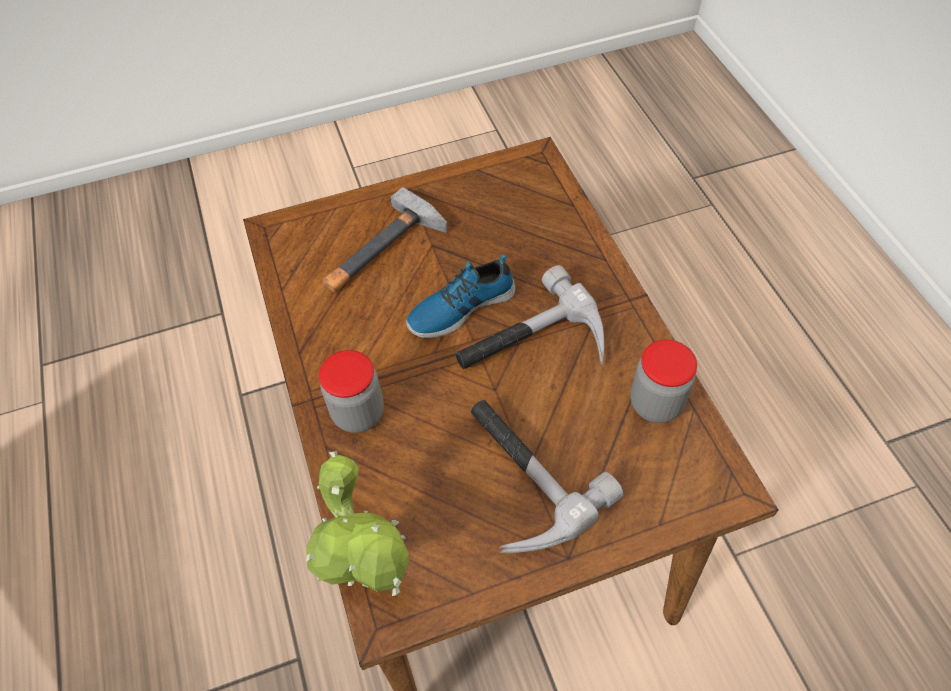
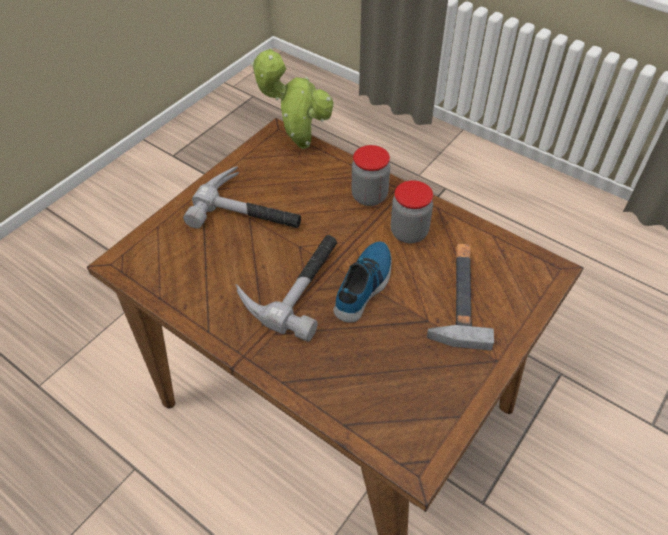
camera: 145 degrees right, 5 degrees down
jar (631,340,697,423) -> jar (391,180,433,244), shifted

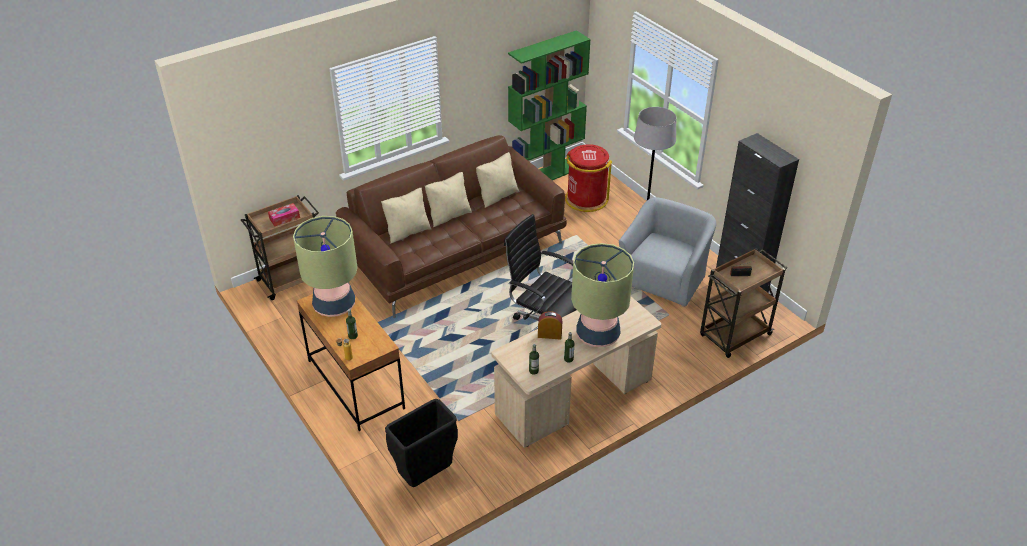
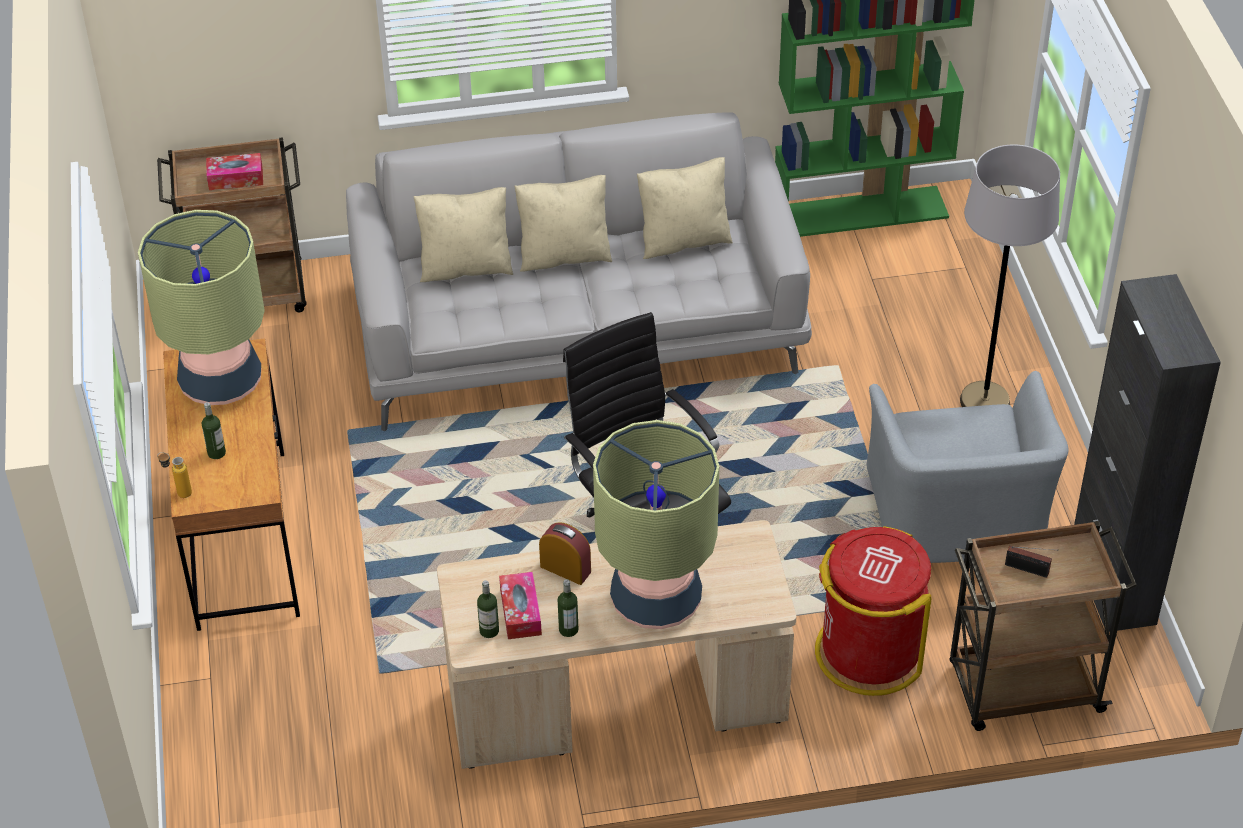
camera: 25 degrees right, 5 degrees up
brownish sofa (336,135,567,318) -> gray sofa (346,112,812,431)
none -> box of tissues (499,572,542,639)
red-coloured rubbish bin (565,144,612,212) -> red-coloured rubbish bin (815,526,931,696), shifted
gray armchair (619,197,716,307) -> gray armchair (866,371,1069,563), 120 degrees clockwise
blackish rubbish bin (385,399,458,487) -> none

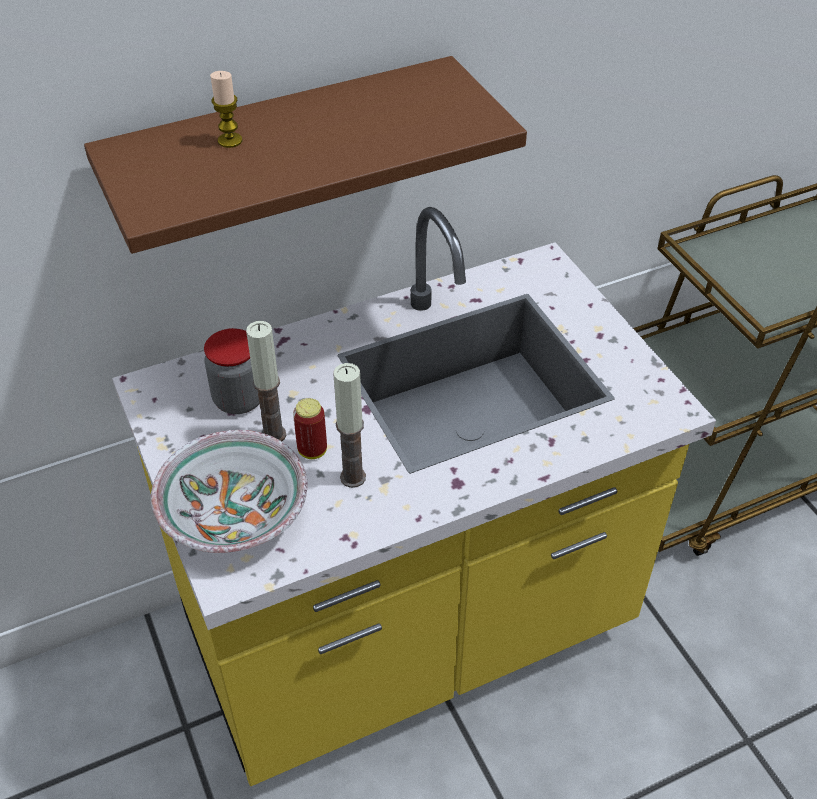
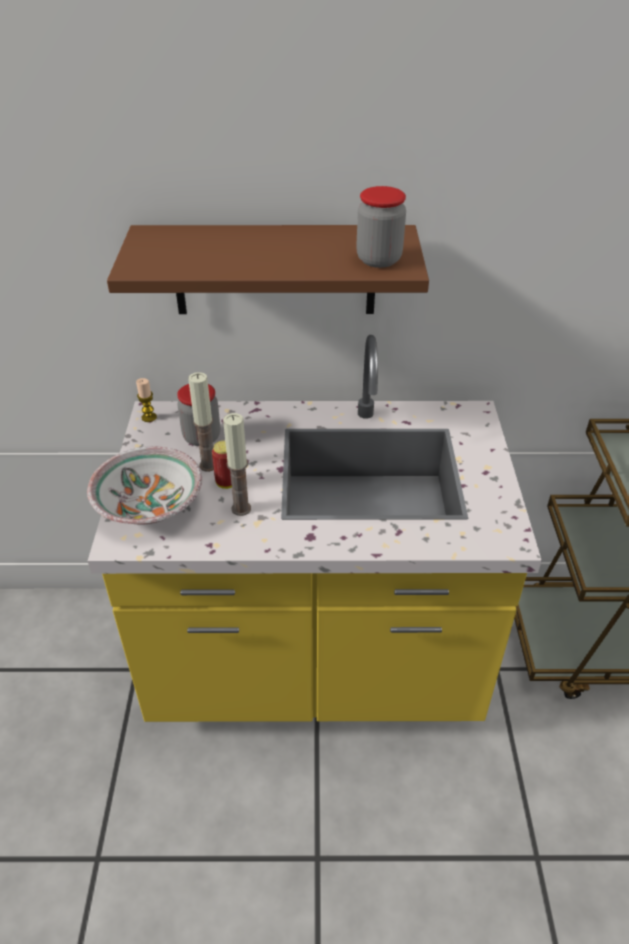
camera: 25 degrees right, 5 degrees down
candle (210,71,242,148) -> candle (136,378,157,422), shifted
none -> jar (356,186,406,268)

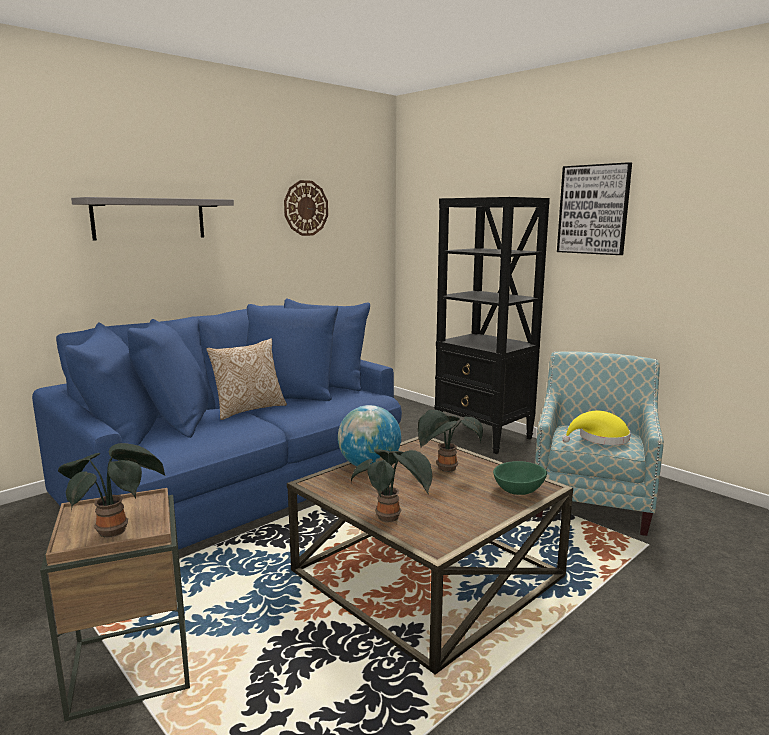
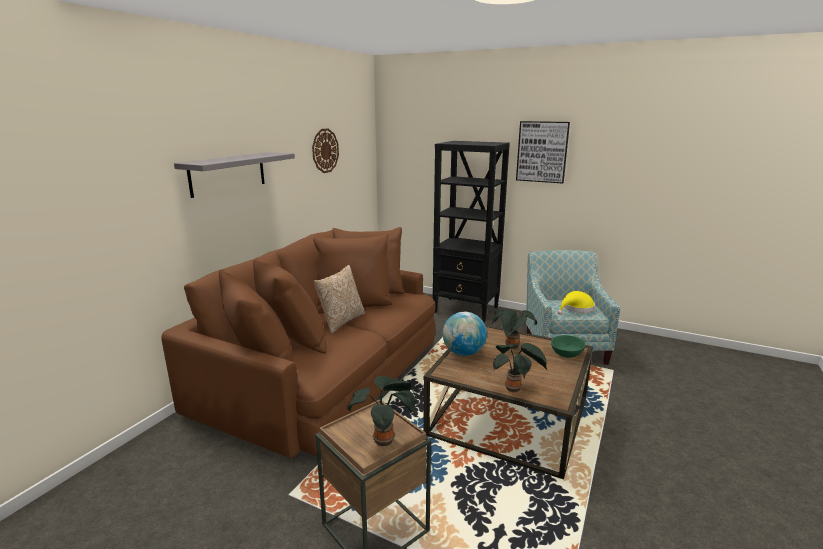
camera: 20 degrees left, 5 degrees up
bluish sofa (32,298,402,550) -> brownish sofa (161,227,435,458)

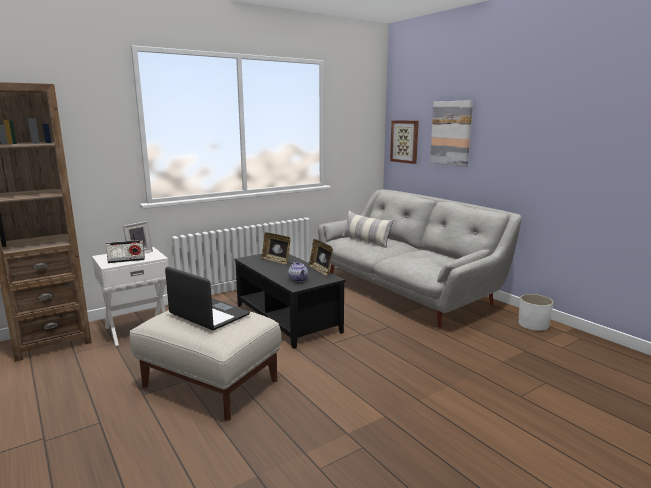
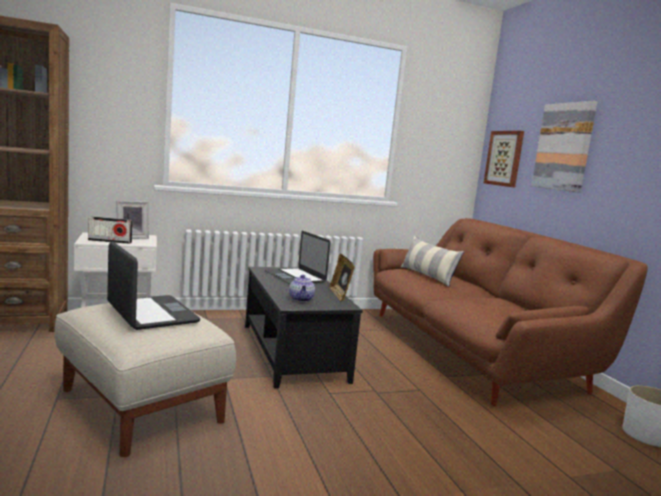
camera: 15 degrees right, 5 degrees down
photo frame (262,232,291,265) -> laptop (265,231,331,284)
gray sofa (318,189,521,327) -> brownish sofa (373,218,648,406)

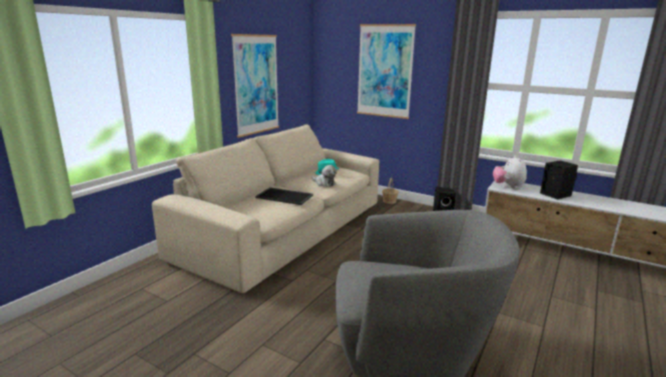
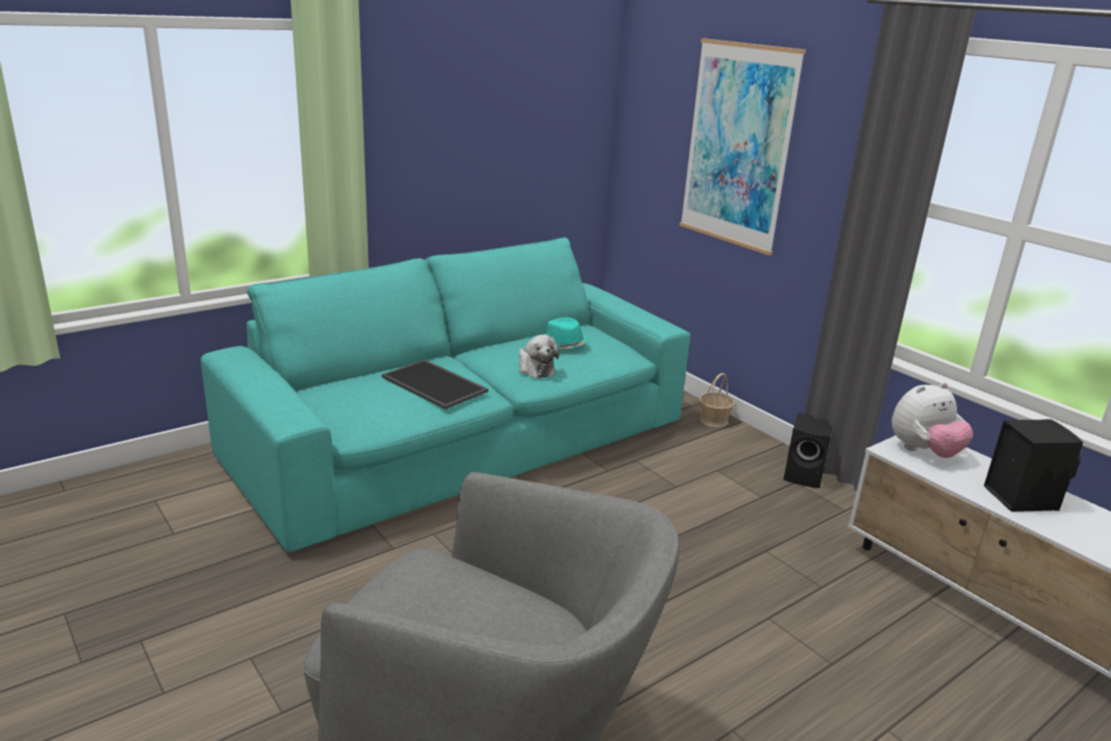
camera: 20 degrees right, 5 degrees up
beige sofa (152,124,379,293) -> turquoise sofa (201,237,690,552)
soft toy (493,155,527,188) -> soft toy (892,382,973,458), 135 degrees counterclockwise
wall picture (231,34,279,138) -> none

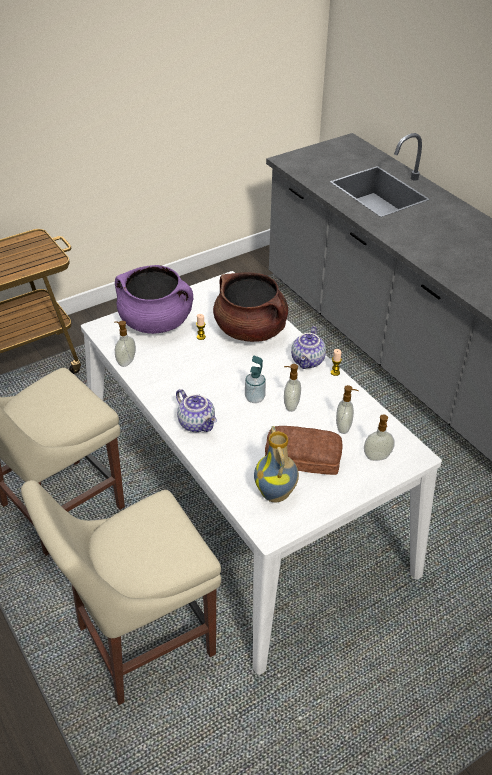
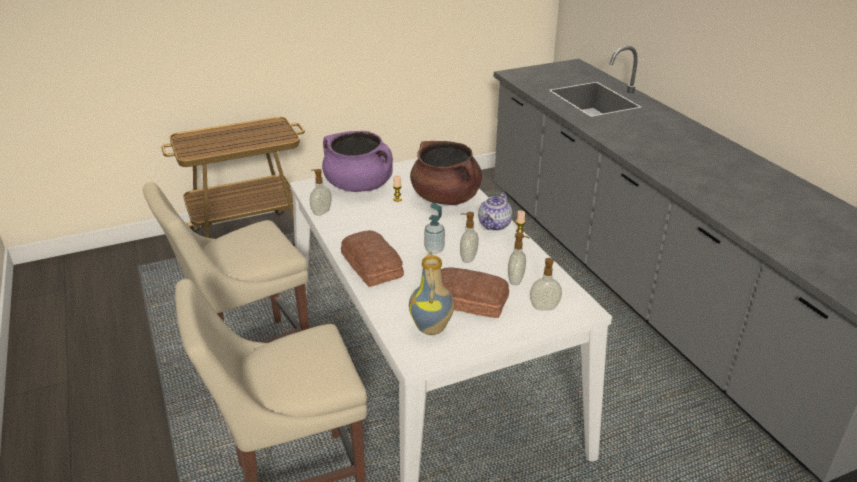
camera: 10 degrees right, 10 degrees down
tea pot (176,389,217,432) -> bakery bread (341,230,404,287)

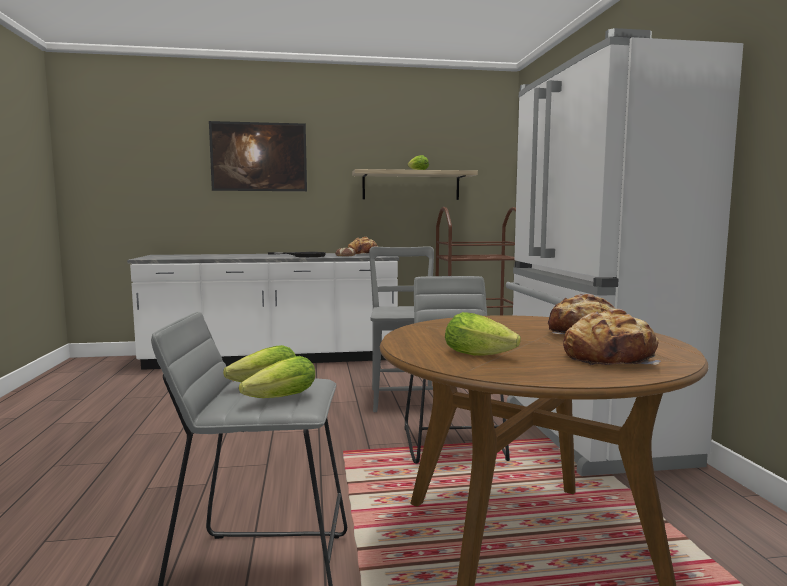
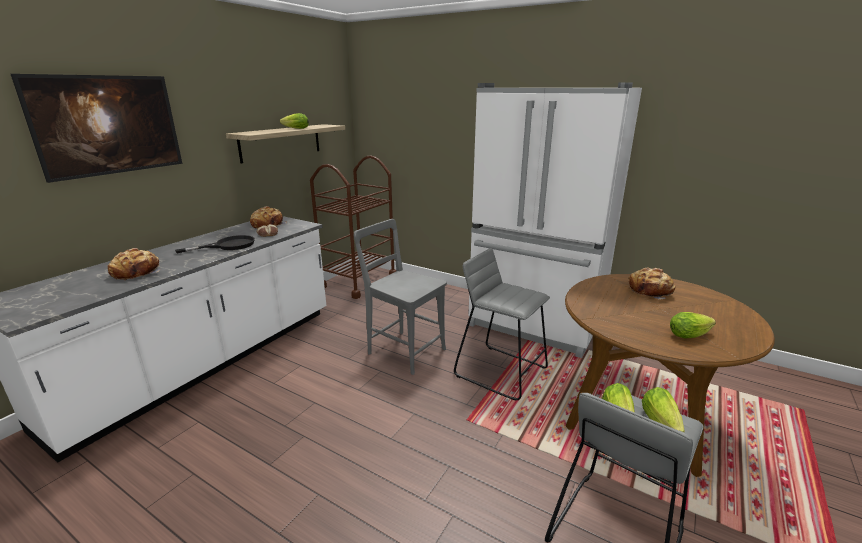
camera: 50 degrees left, 15 degrees up
bakery bread (563,309,661,365) -> bakery bread (108,248,161,280), shifted

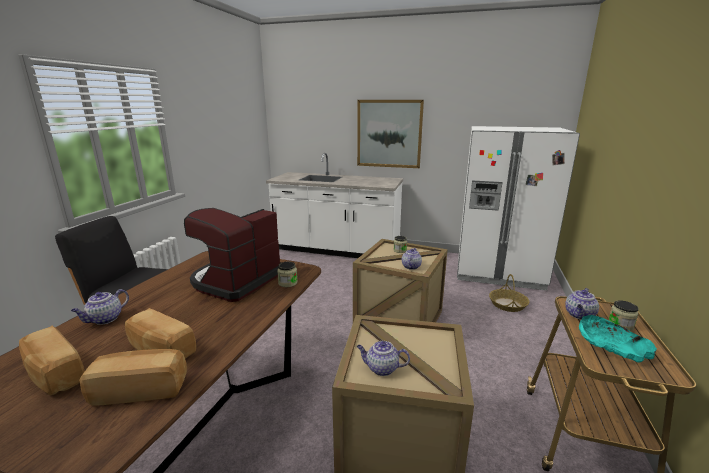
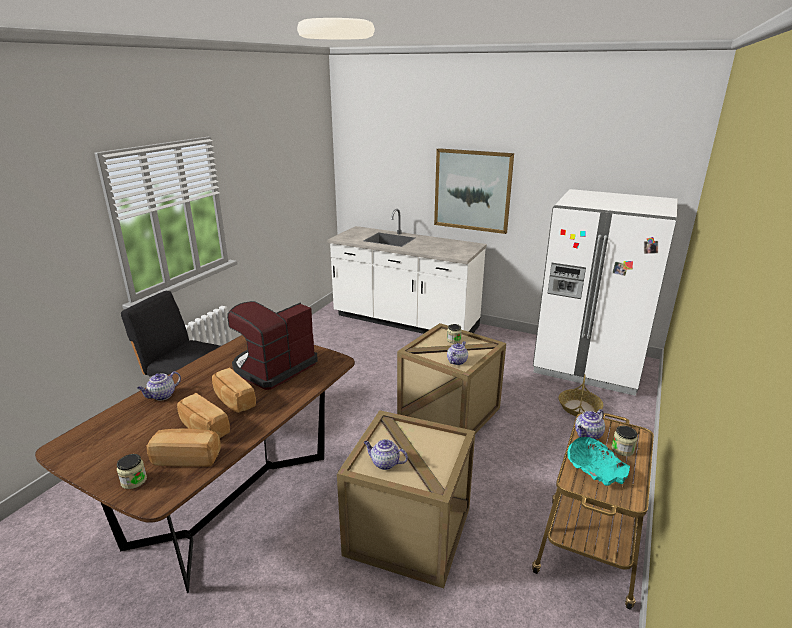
camera: 10 degrees right, 5 degrees up
jar (277,262,298,287) -> jar (117,454,147,489), shifted
bakery bread (19,326,85,395) -> bakery bread (212,367,256,413), shifted

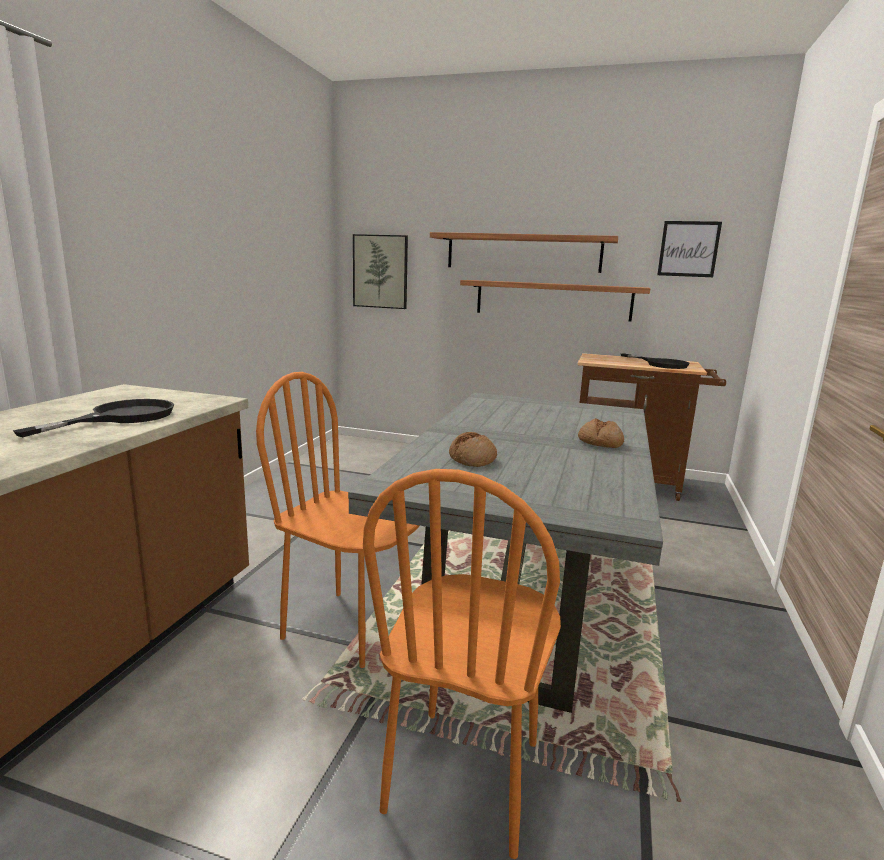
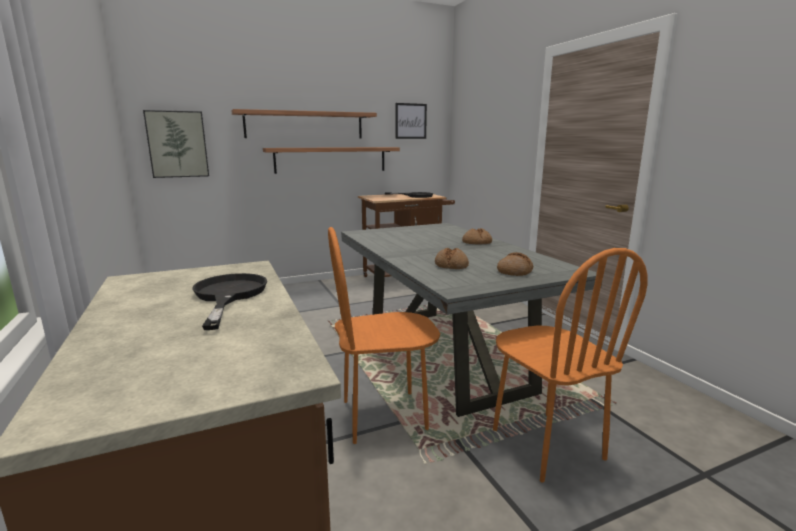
camera: 40 degrees left, 0 degrees up
none -> bakery bread (497,252,533,276)

